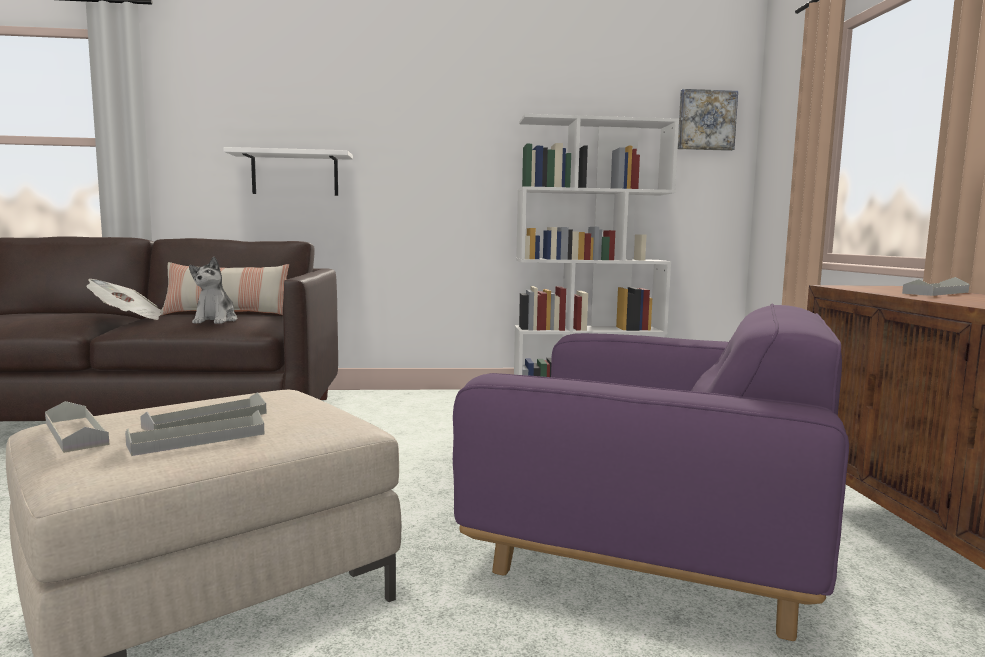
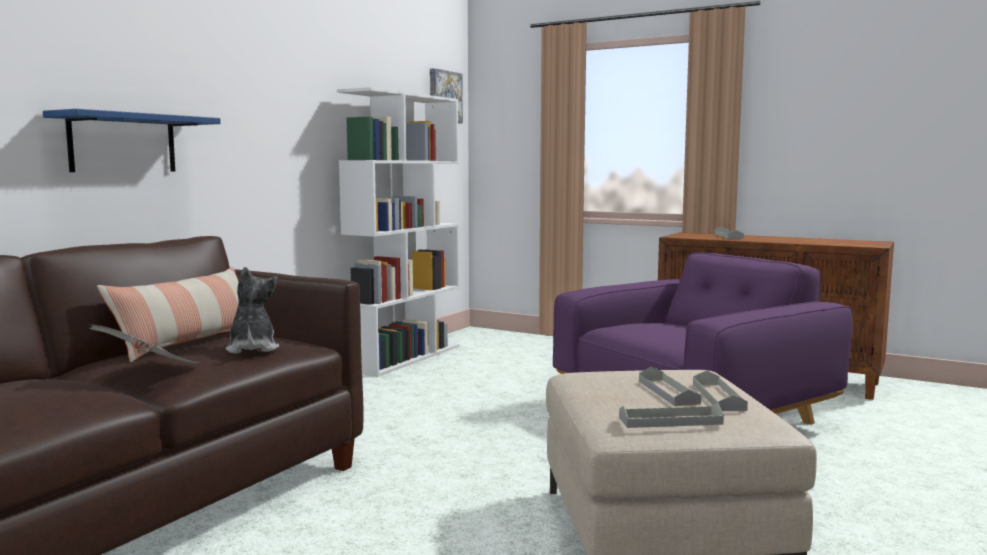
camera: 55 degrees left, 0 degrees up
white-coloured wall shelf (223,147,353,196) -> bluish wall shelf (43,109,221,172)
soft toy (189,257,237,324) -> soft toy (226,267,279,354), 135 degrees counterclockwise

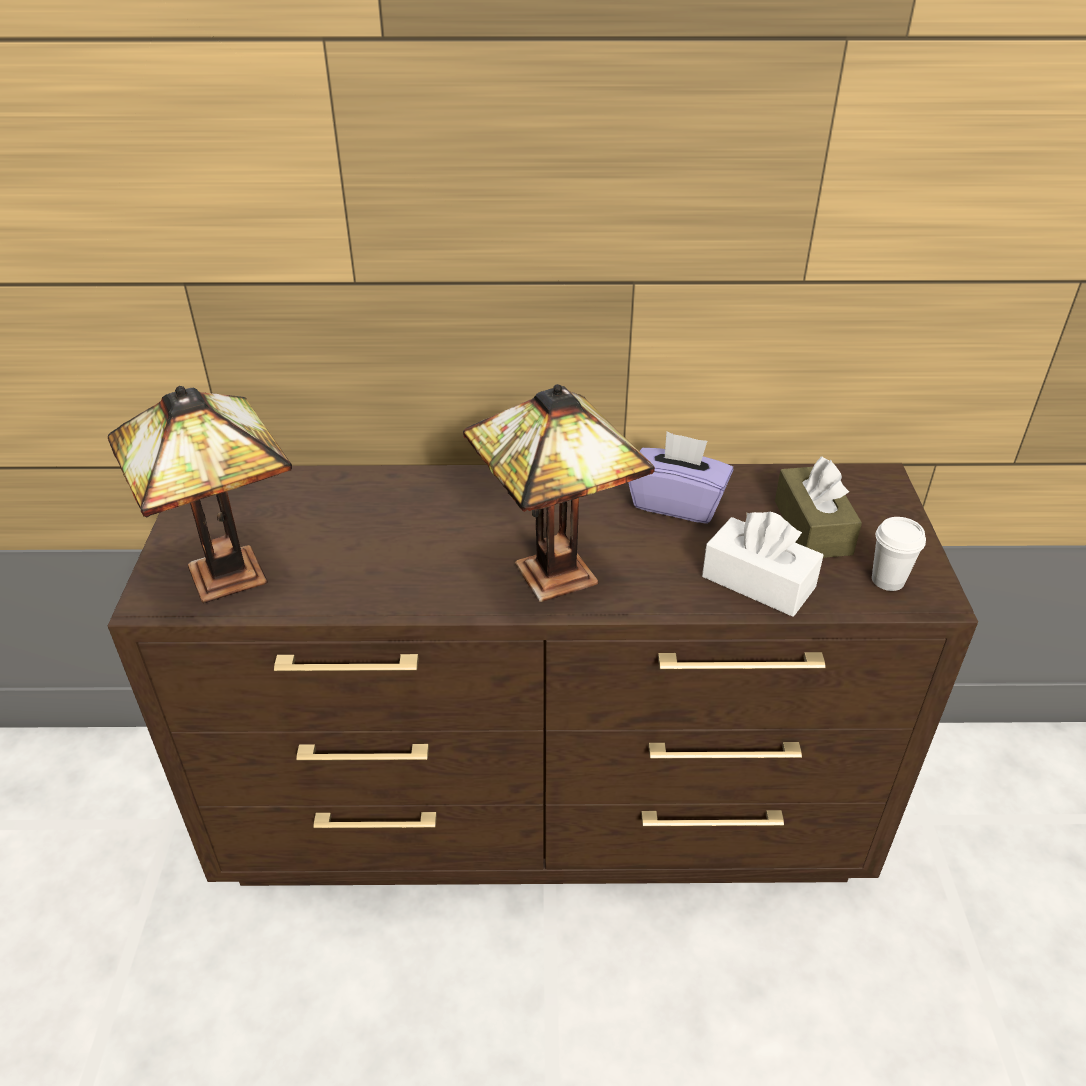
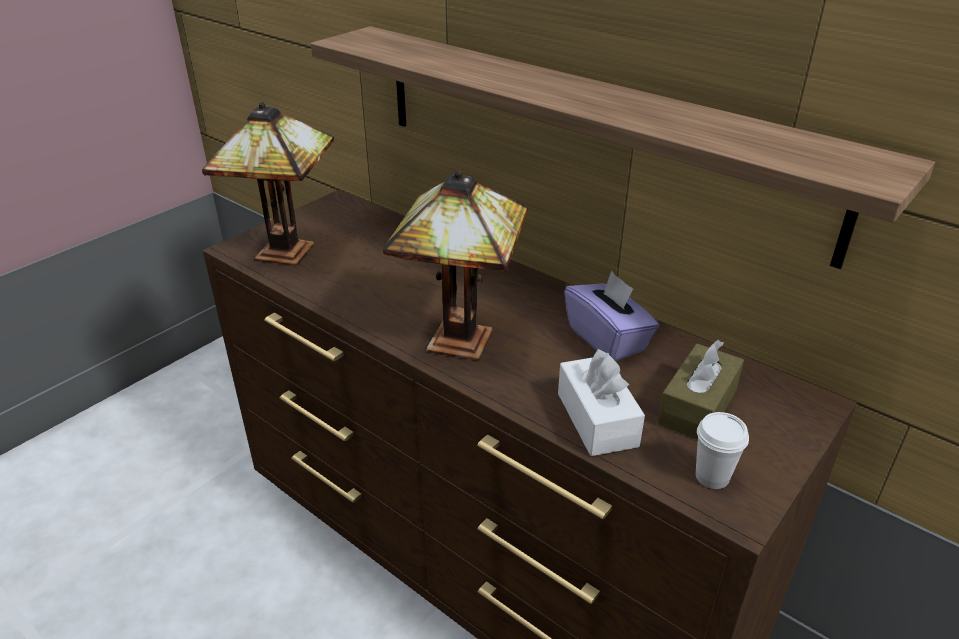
camera: 40 degrees right, 5 degrees down
none -> wall shelf (311,26,935,269)

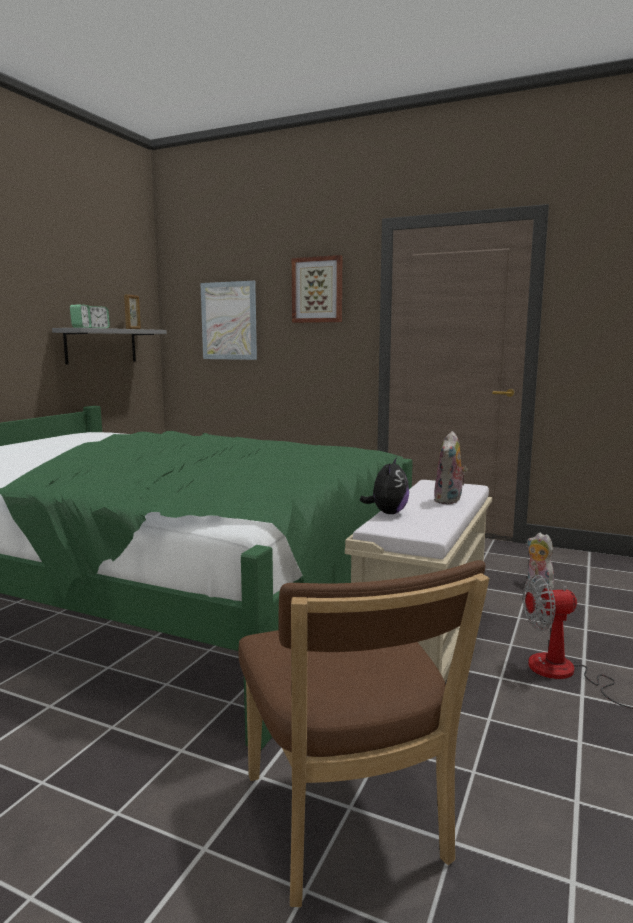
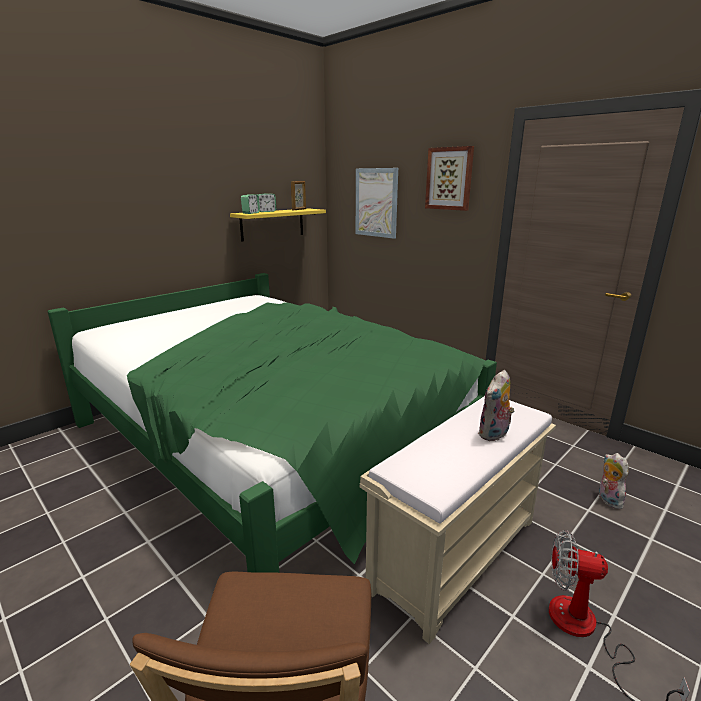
camera: 20 degrees right, 10 degrees up
gray wall shelf (52,328,167,364) -> yellow-coloured wall shelf (230,209,326,242)
soft toy (360,457,409,514) -> none

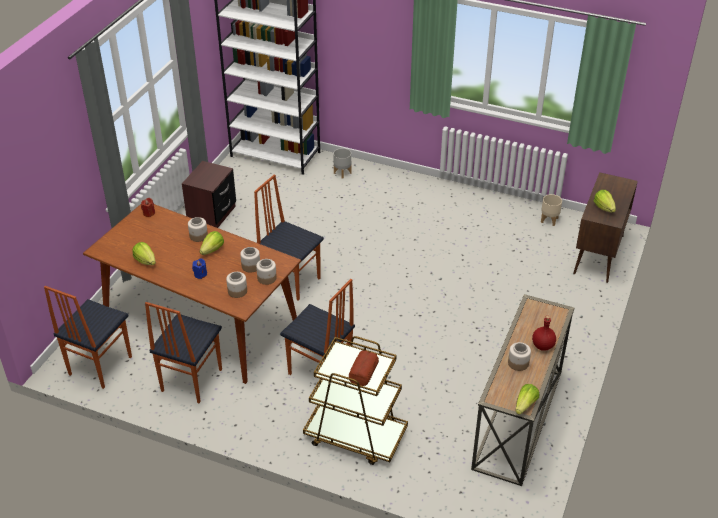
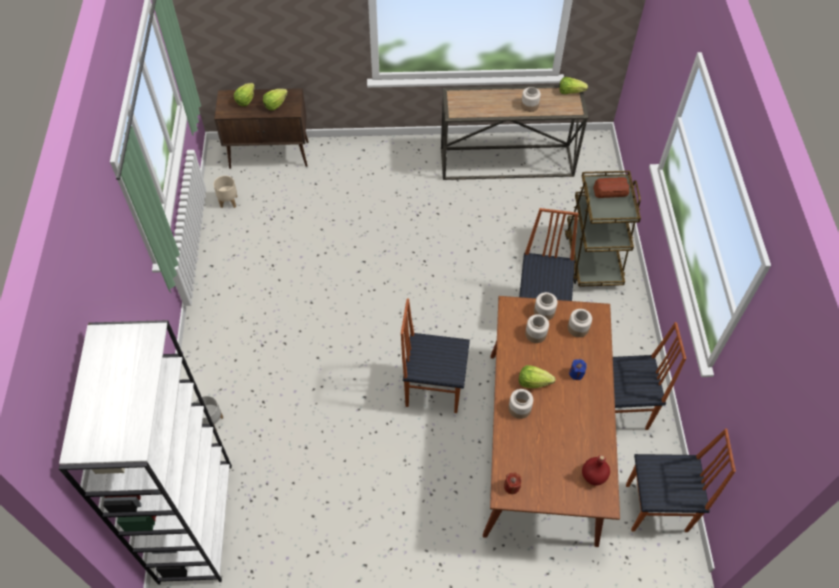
camera: 115 degrees left, 15 degrees up
lettuce head (132,242,156,265) -> lettuce head (234,83,255,106), shifted
upright chair (254,174,324,301) -> upright chair (401,298,470,413), 90 degrees clockwise
red-coloured beverage bottle (532,316,556,351) -> red-coloured beverage bottle (582,455,610,486), shifted
brownish night table (182,161,236,228) -> none

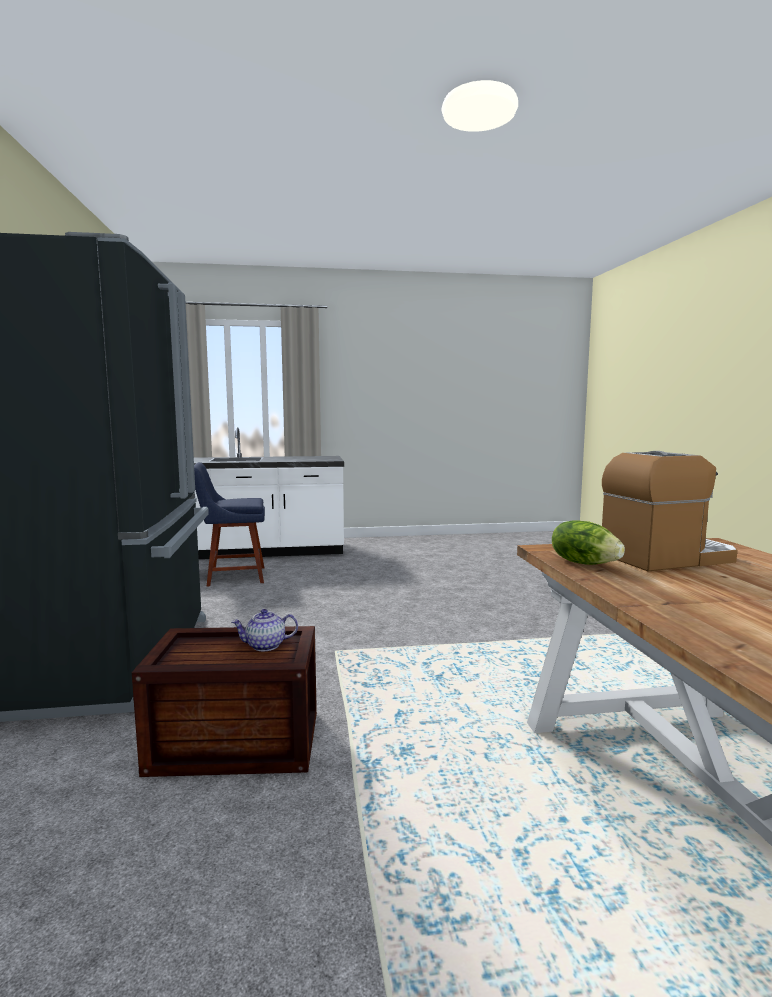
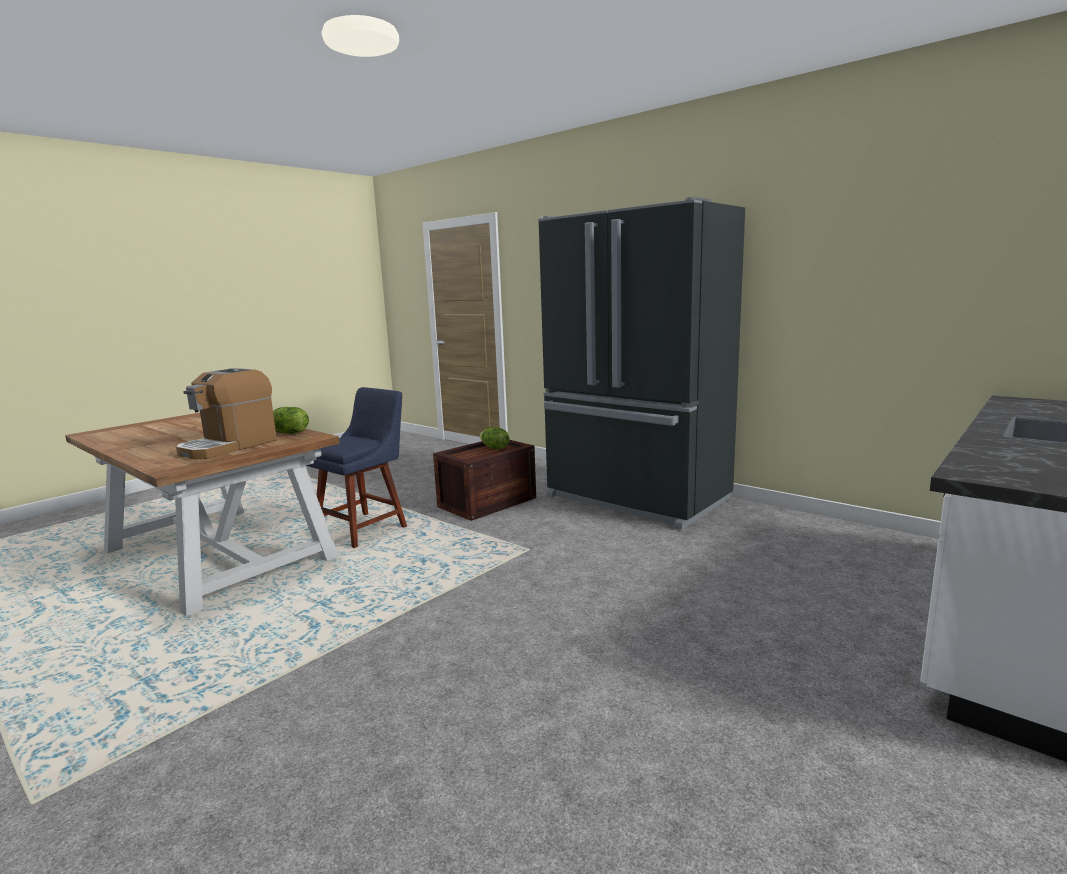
camera: 140 degrees right, 5 degrees up
bluish upright chair (194,462,265,586) -> bluish upright chair (306,387,407,548), shifted
none -> lettuce head (480,427,509,449)
tea pot (231,609,298,651) -> none

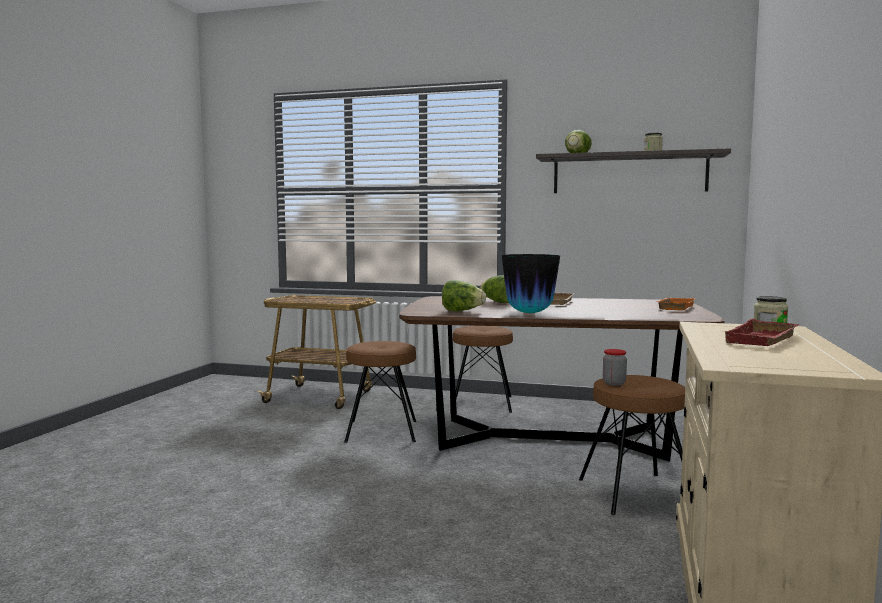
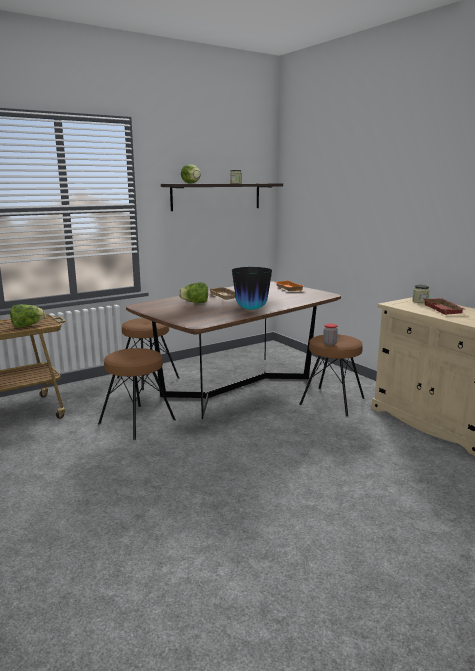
camera: 50 degrees left, 10 degrees up
lettuce head (442,280,486,311) -> lettuce head (10,304,45,328), shifted

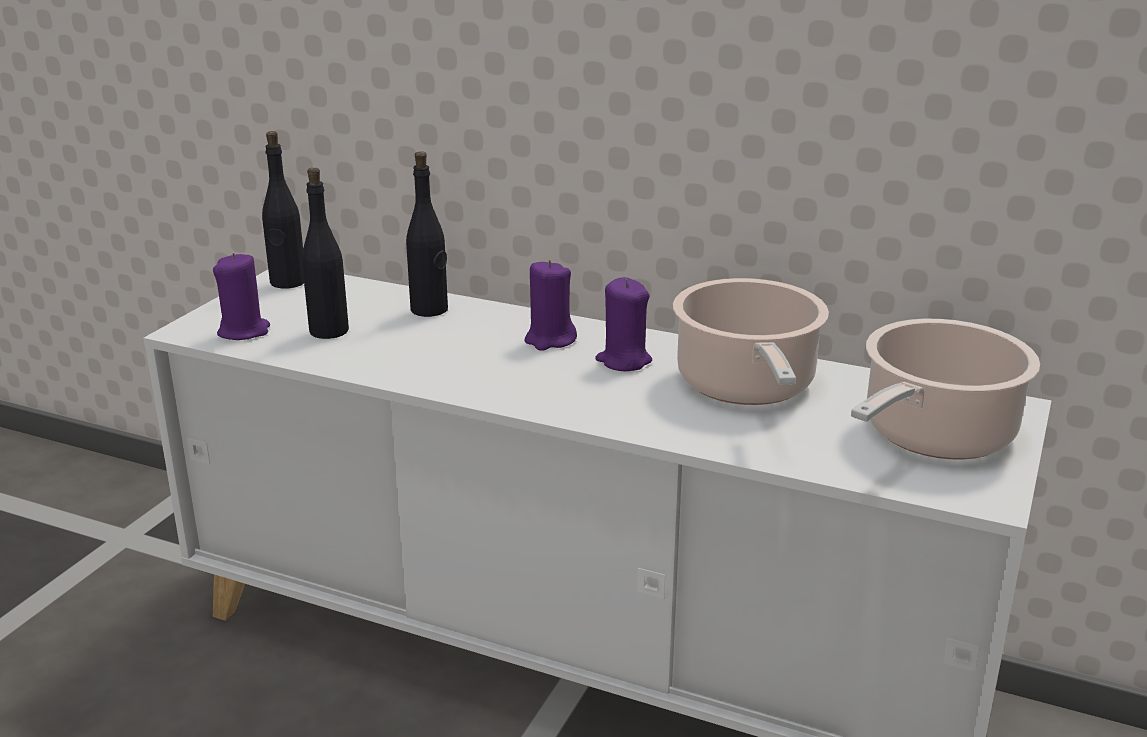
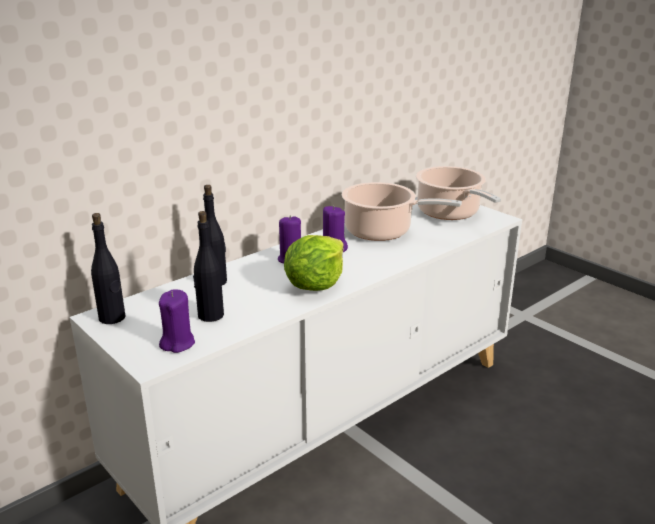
camera: 65 degrees left, 0 degrees up
none -> lettuce head (284,235,344,291)

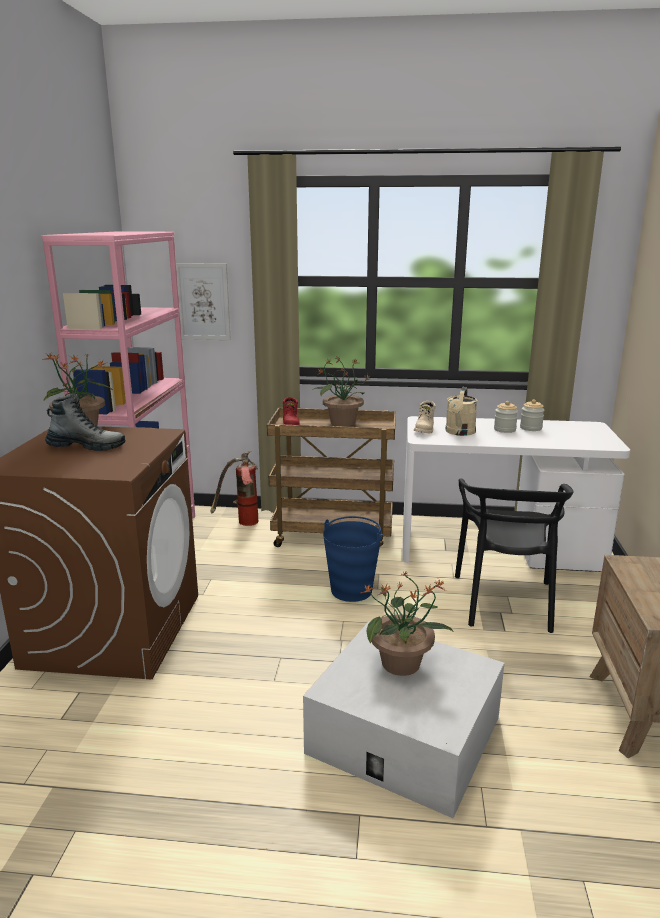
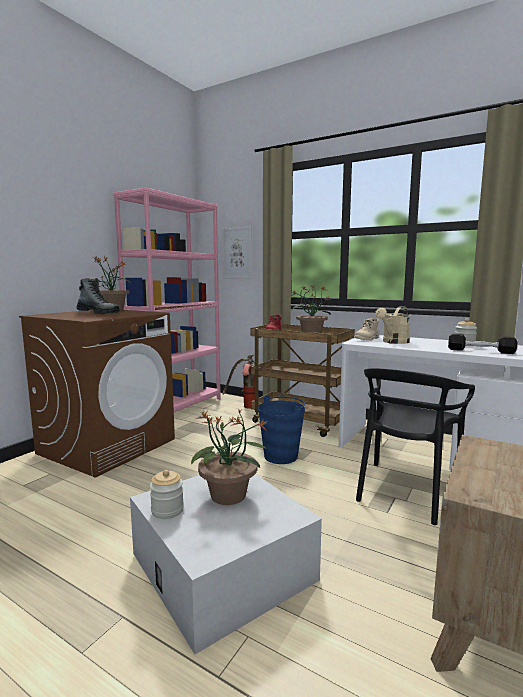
camera: 25 degrees right, 10 degrees down
jar (494,401,518,433) -> jar (150,470,184,519), shifted
none -> blackish hand weight (448,334,517,354)

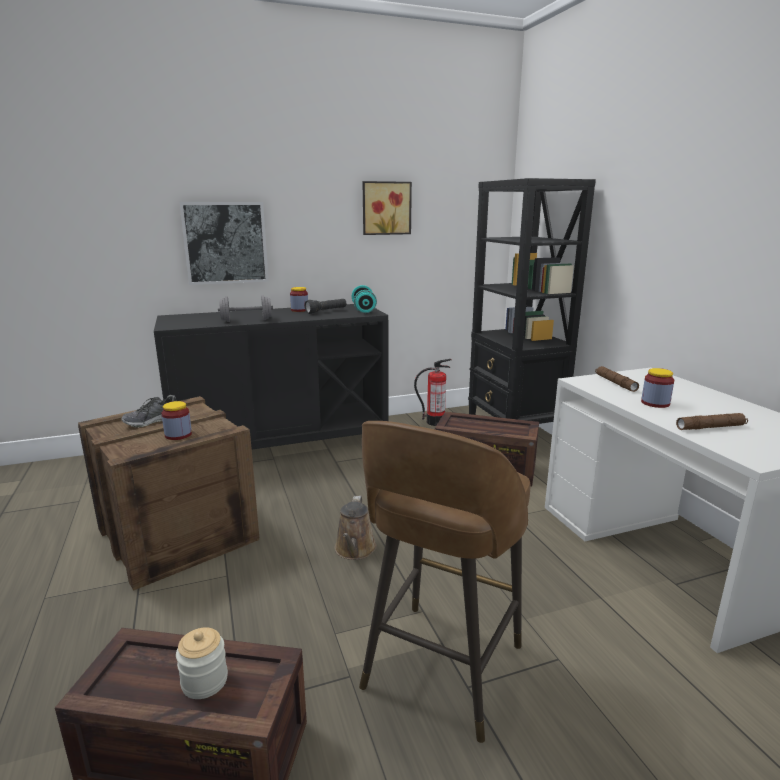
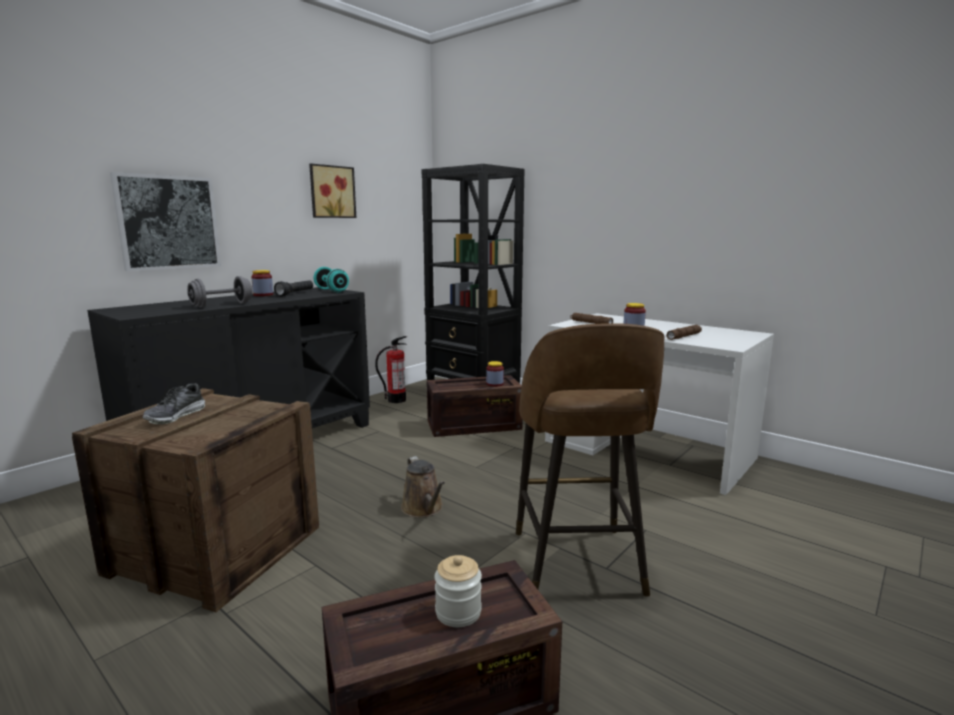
camera: 30 degrees left, 5 degrees down
jar (162,401,192,440) -> jar (486,361,504,387), shifted

